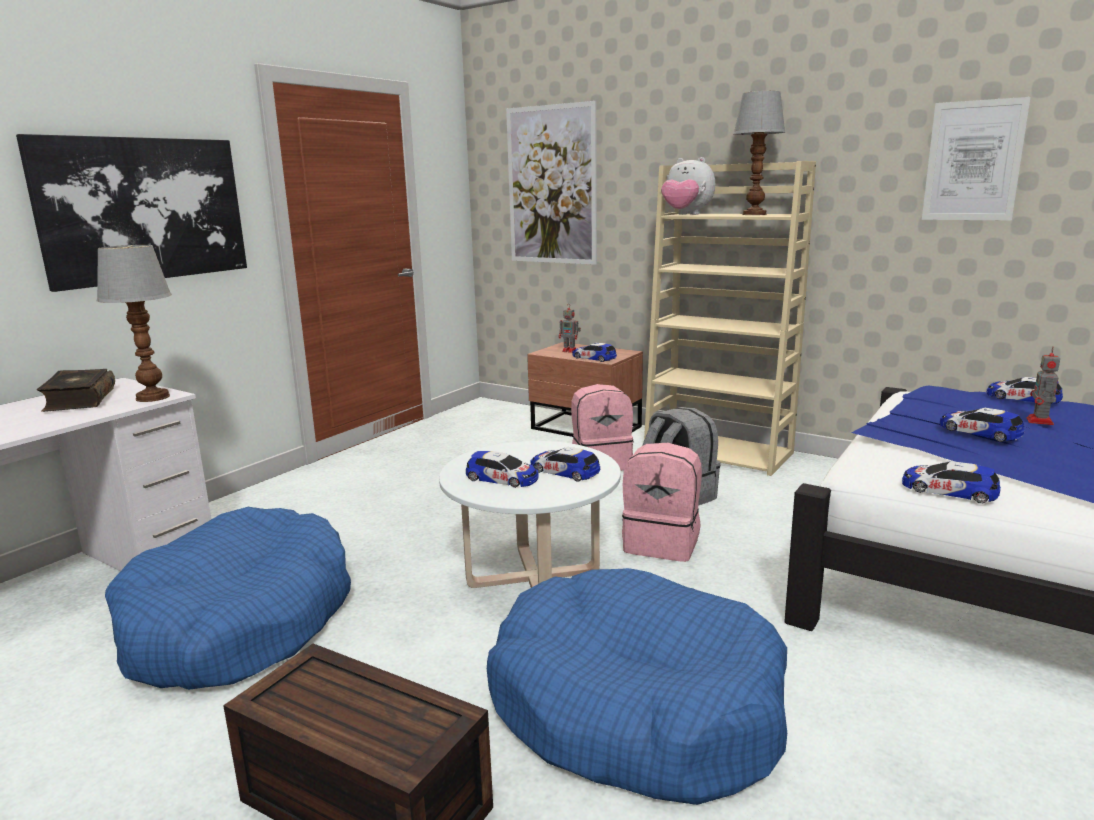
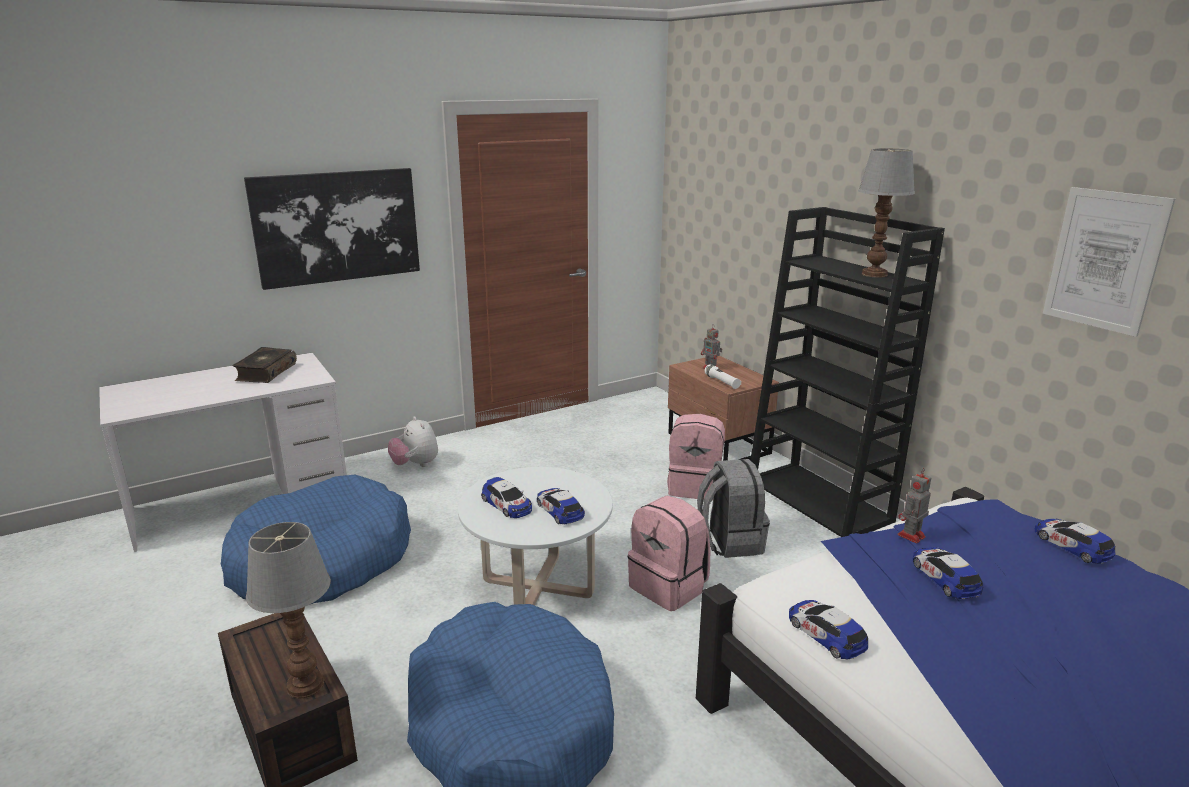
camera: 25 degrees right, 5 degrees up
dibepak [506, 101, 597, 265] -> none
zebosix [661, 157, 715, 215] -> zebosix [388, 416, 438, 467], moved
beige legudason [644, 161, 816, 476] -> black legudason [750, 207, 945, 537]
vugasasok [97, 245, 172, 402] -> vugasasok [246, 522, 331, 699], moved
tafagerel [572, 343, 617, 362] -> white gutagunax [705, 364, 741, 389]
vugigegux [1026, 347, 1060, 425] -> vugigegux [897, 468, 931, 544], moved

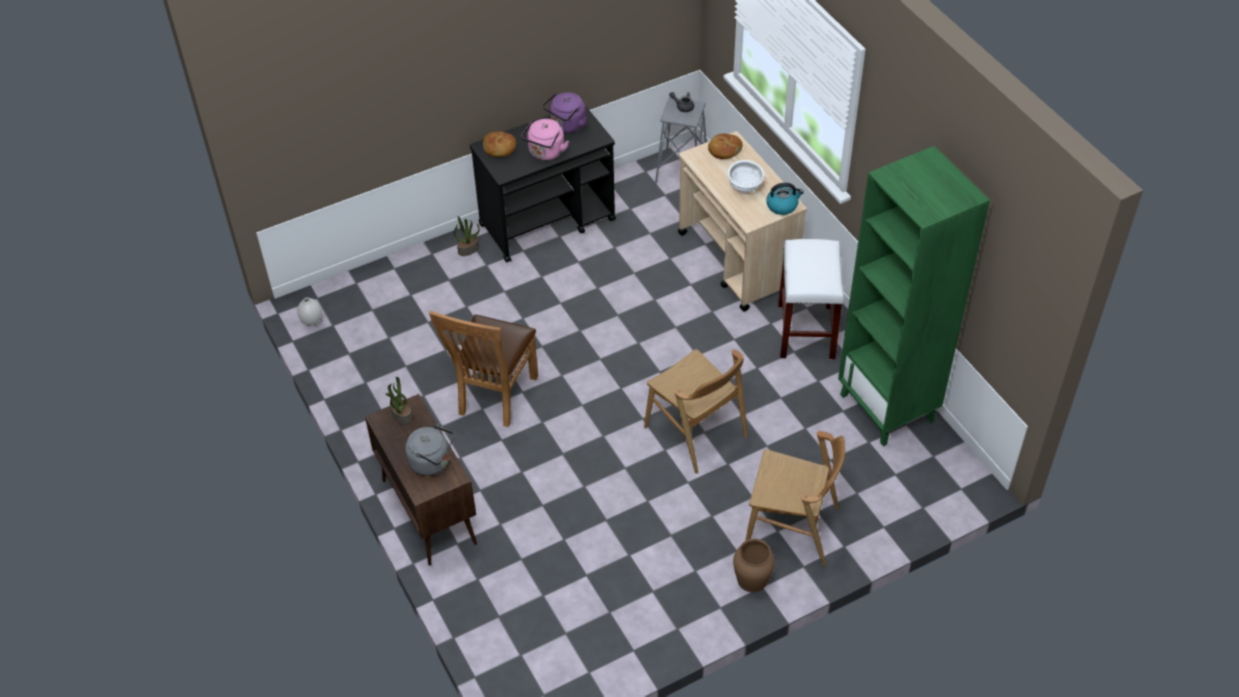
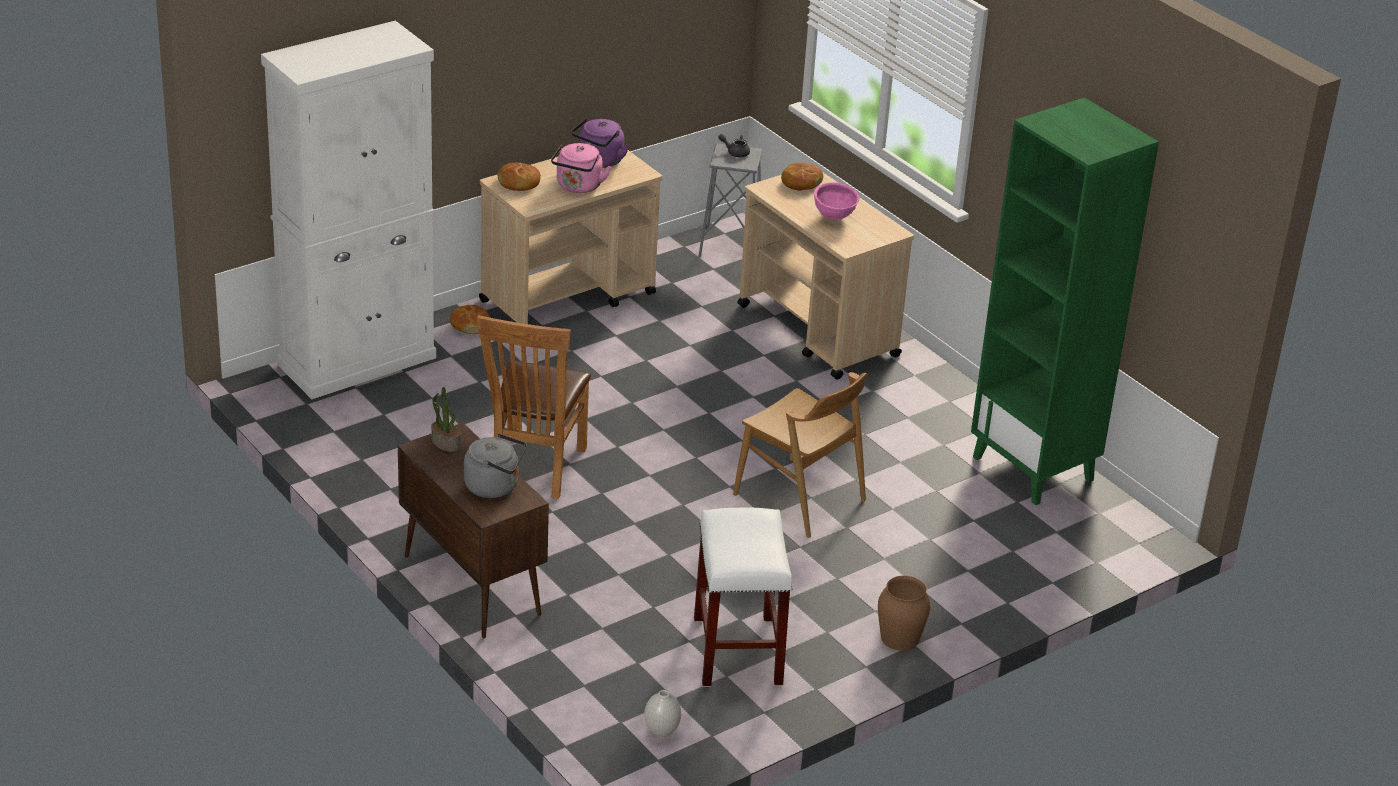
camera: 10 degrees left, 15 degrees down
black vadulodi [470, 105, 616, 263] -> beige vadulodi [479, 150, 662, 324]
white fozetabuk [728, 160, 765, 193] -> pink fozetabuk [814, 182, 859, 220]
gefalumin [766, 183, 804, 215] -> none
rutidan [454, 216, 480, 256] -> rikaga [450, 305, 491, 334]
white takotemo [778, 239, 844, 360] -> white takotemo [694, 508, 792, 687], moved
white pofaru [297, 297, 322, 326] -> white pofaru [644, 690, 681, 737], moved
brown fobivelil [745, 431, 845, 567] -> none
none -> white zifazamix [261, 21, 436, 399]

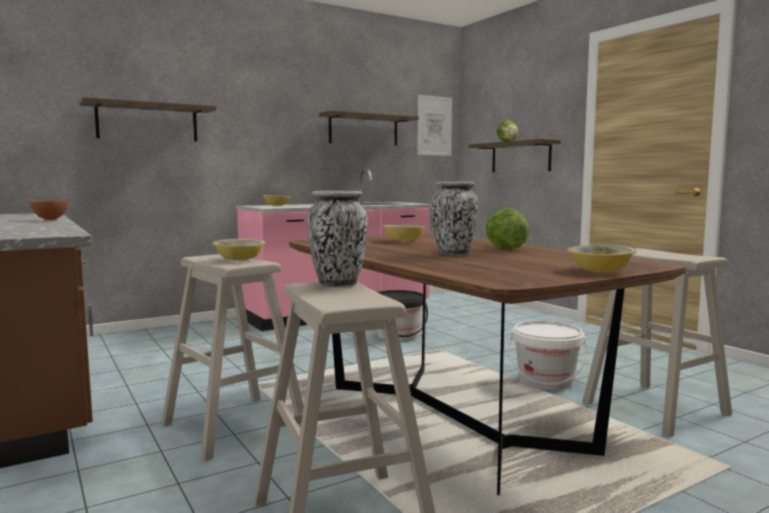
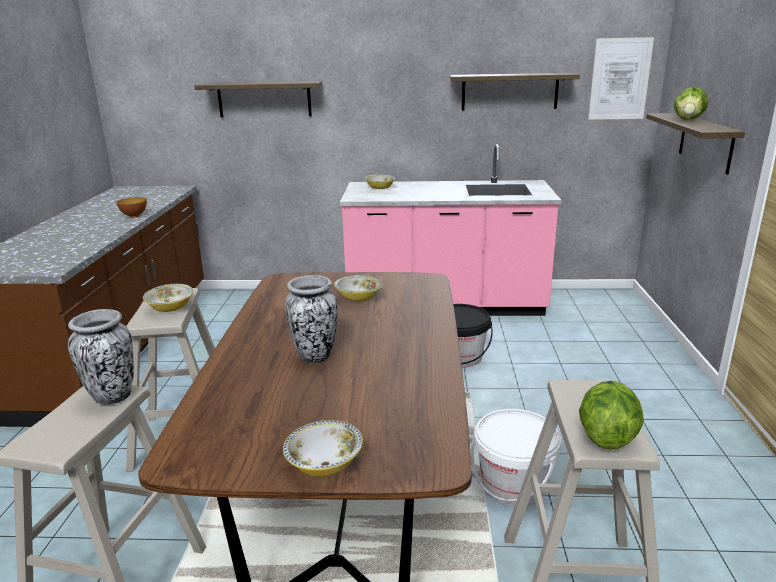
camera: 35 degrees right, 15 degrees up
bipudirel [485, 208, 530, 250] -> bipudirel [579, 380, 644, 450], moved

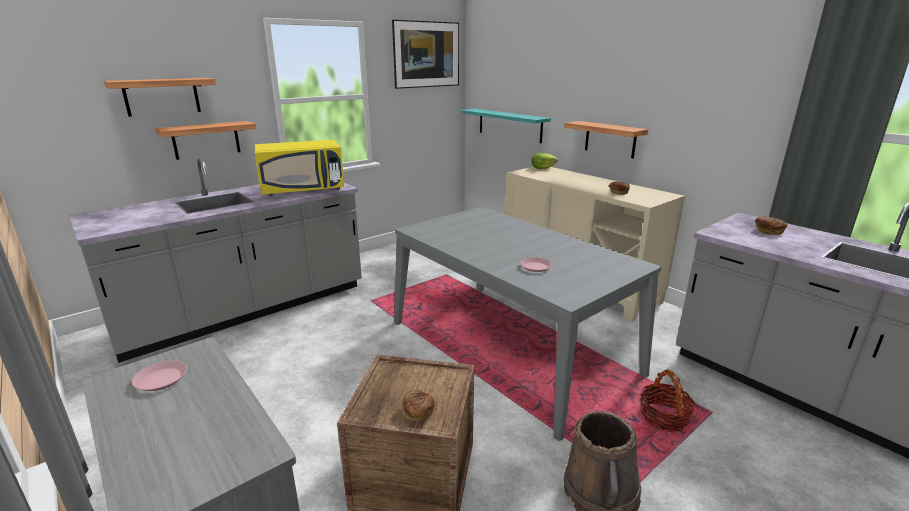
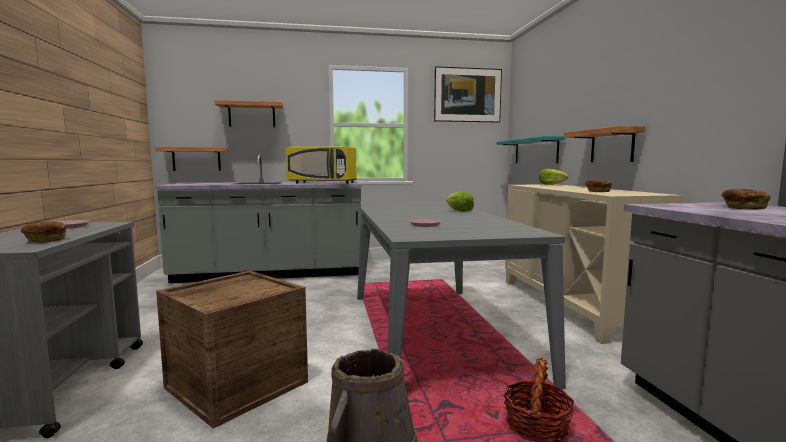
camera: 30 degrees right, 15 degrees down
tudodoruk [156, 121, 256, 160] -> tudodoruk [155, 147, 229, 171], moved
rikaga [403, 390, 434, 422] -> rikaga [21, 221, 66, 243], moved
none -> bipudirel [447, 192, 474, 212]

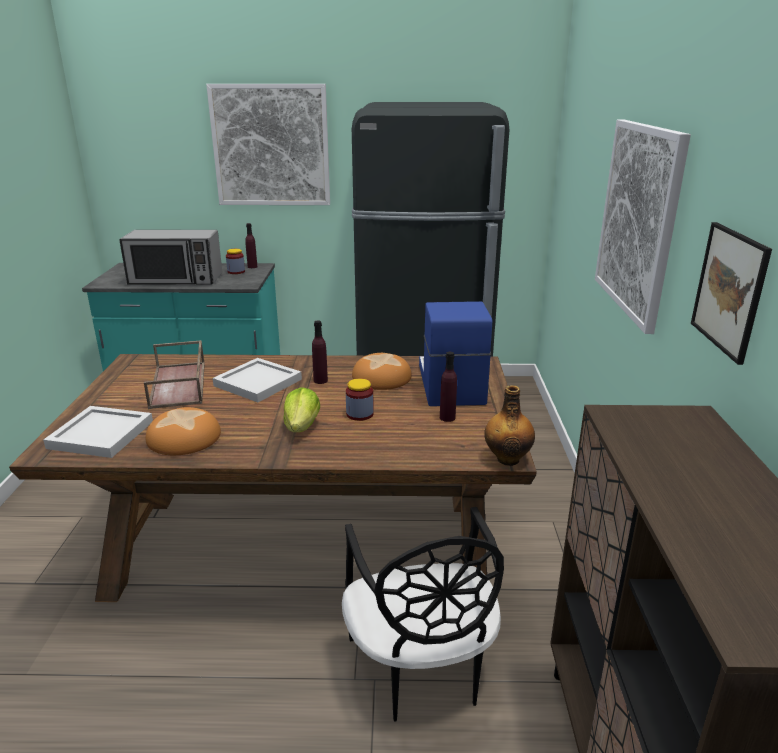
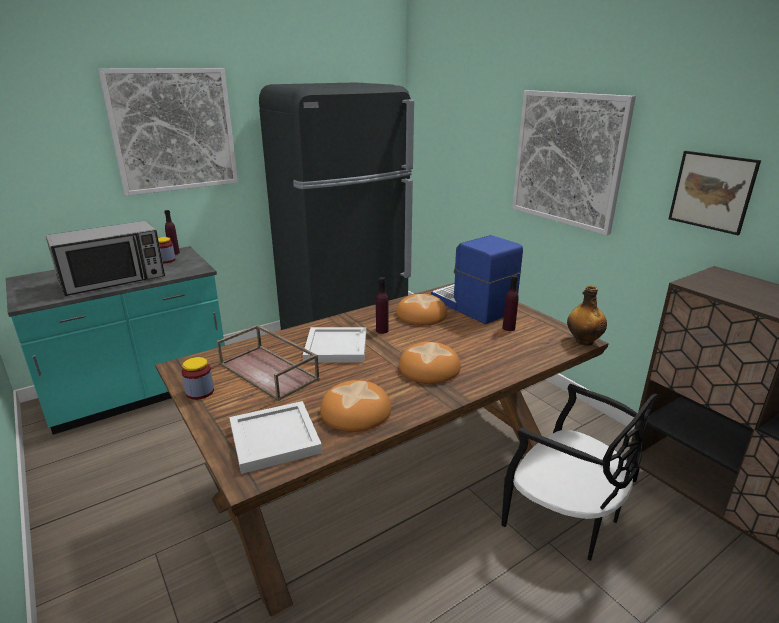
camera: 35 degrees left, 0 degrees up
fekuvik [346, 379, 374, 421] -> fekuvik [182, 357, 214, 400], moved
bipudirel [283, 387, 320, 432] -> rikaga [399, 342, 461, 384]

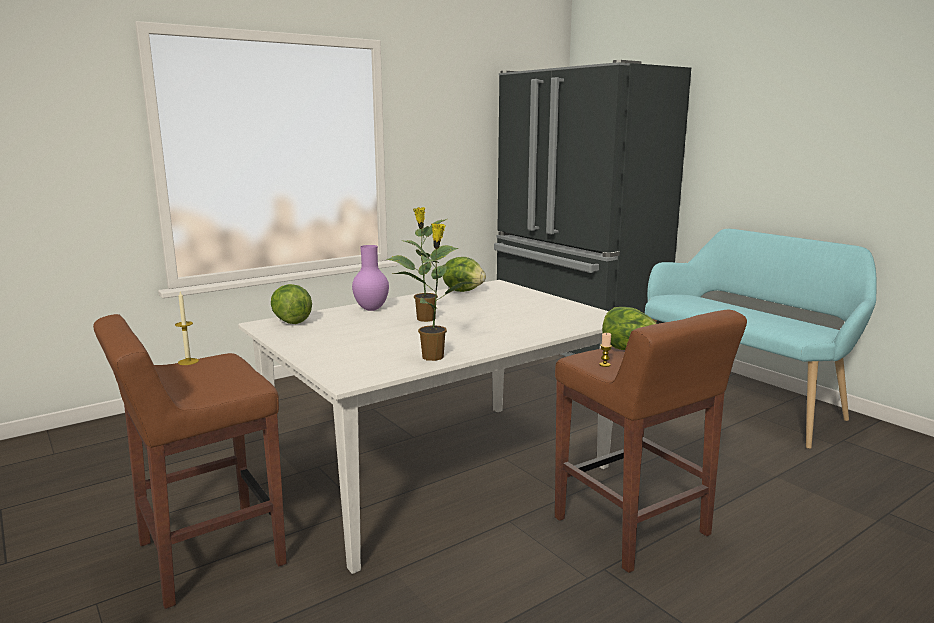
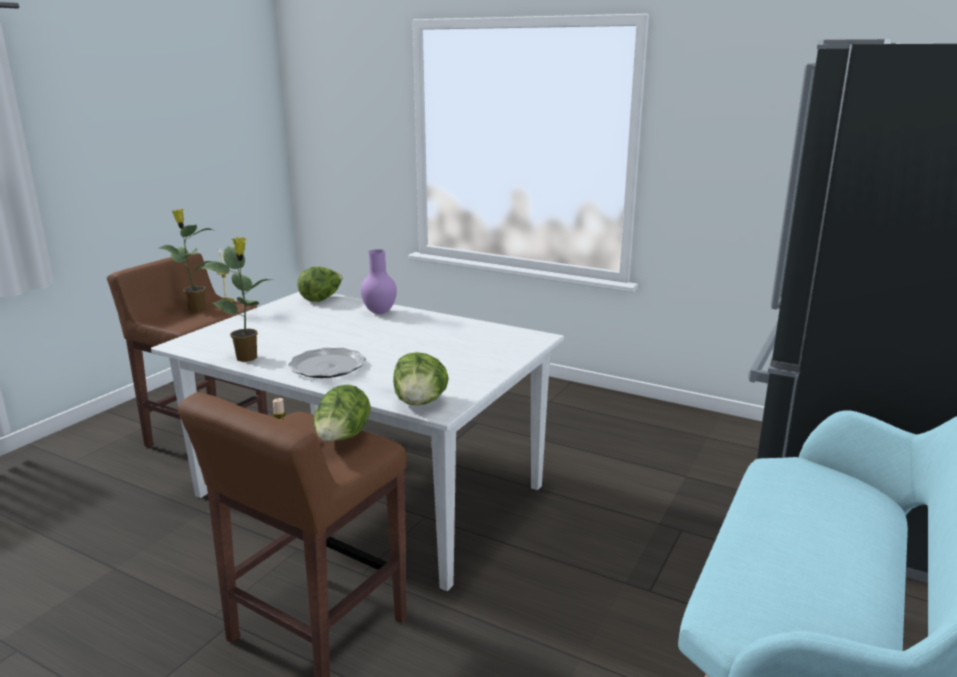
camera: 65 degrees right, 5 degrees up
rutidan [387, 207, 458, 322] -> rutidan [159, 209, 214, 312], moved
bipudirel [443, 257, 486, 292] -> bipudirel [393, 352, 449, 405], moved
none -> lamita [288, 348, 366, 378]

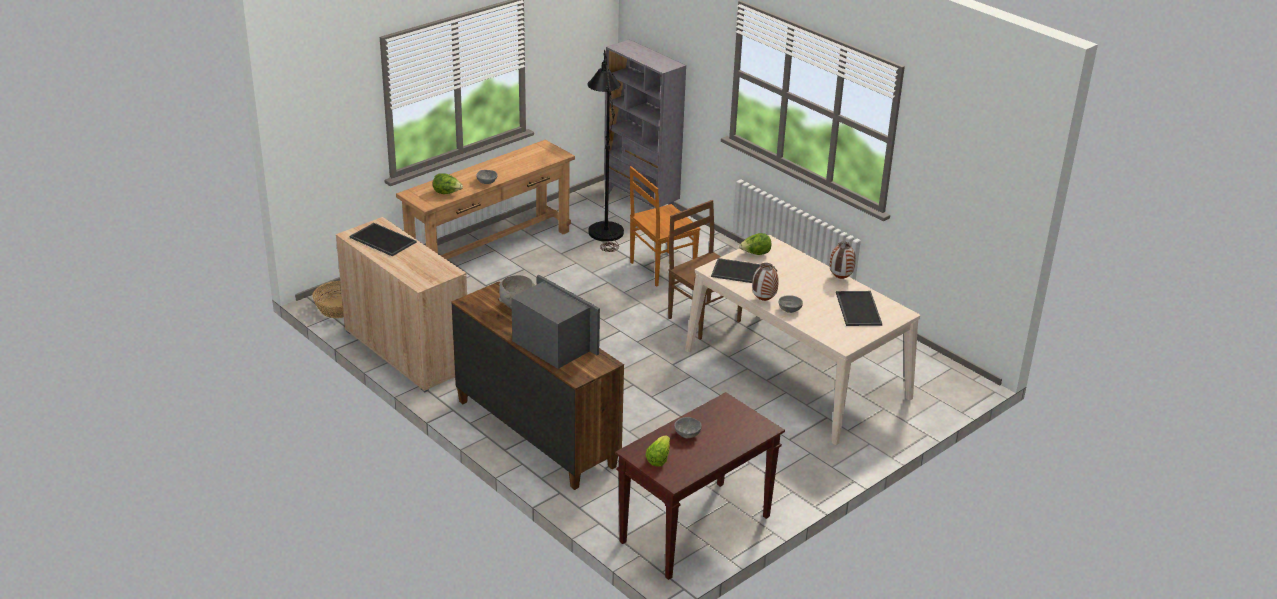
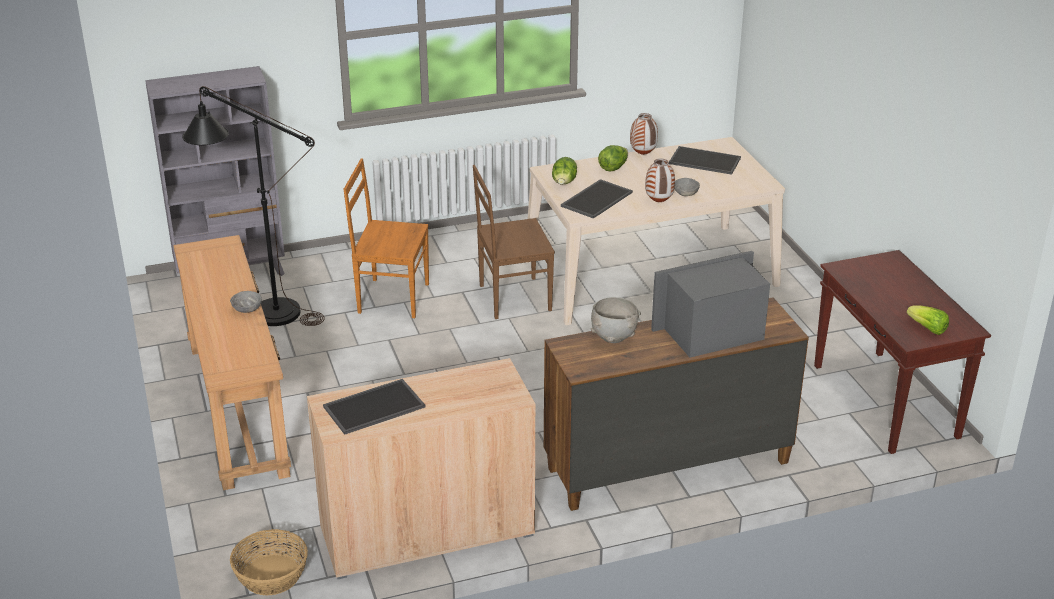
camera: 65 degrees left, 0 degrees up
brown fobivelil [630, 166, 700, 287] -> brown fobivelil [343, 158, 429, 318], 105 degrees clockwise
bipudirel [433, 173, 463, 194] -> bipudirel [598, 145, 628, 171], moved
grey fozetabuk [674, 417, 702, 438] -> none

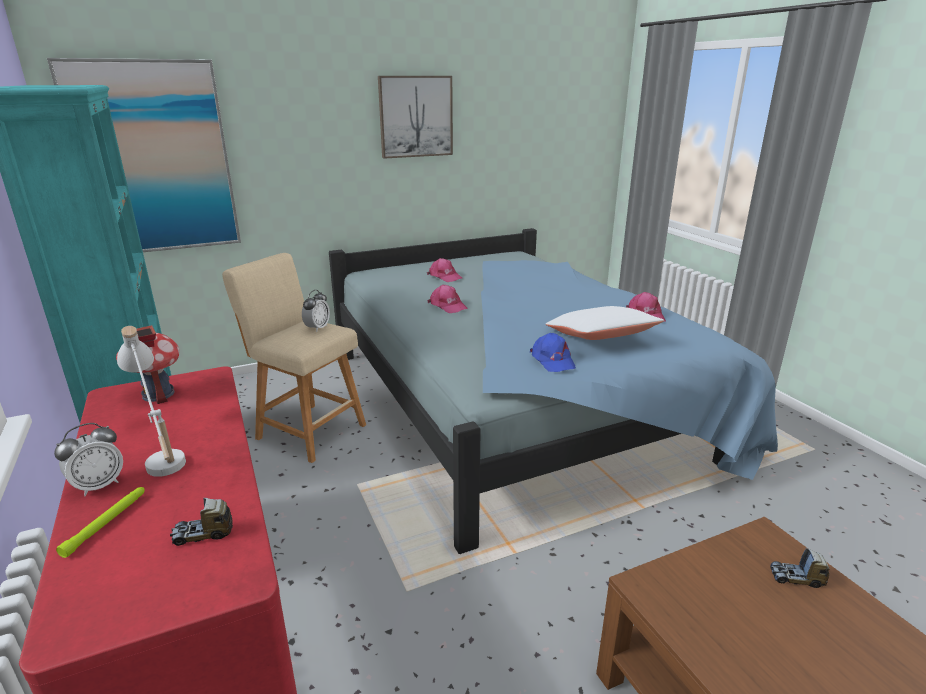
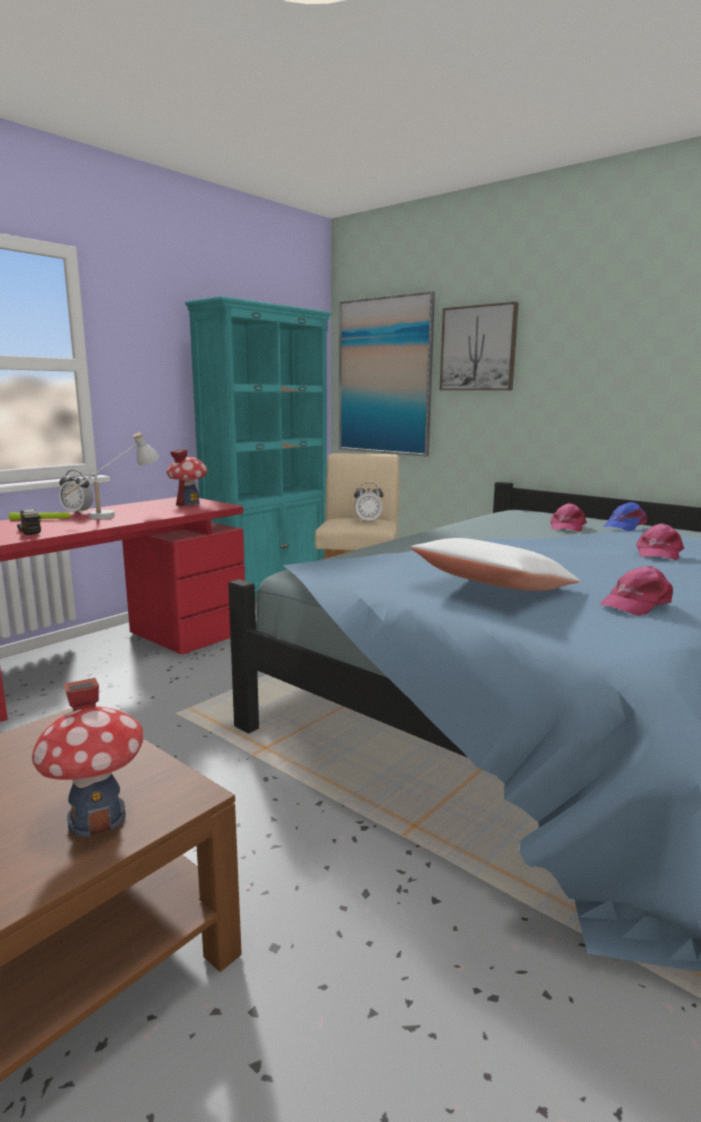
camera: 65 degrees right, 10 degrees down
dibepak [378, 76, 453, 159] -> dibepak [440, 302, 519, 390], moved
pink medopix [427, 285, 468, 313] -> pink medopix [636, 523, 684, 560], moved
blue medopix [530, 333, 576, 372] -> blue medopix [603, 502, 647, 531], moved
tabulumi [770, 548, 830, 588] -> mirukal [32, 678, 144, 837]

